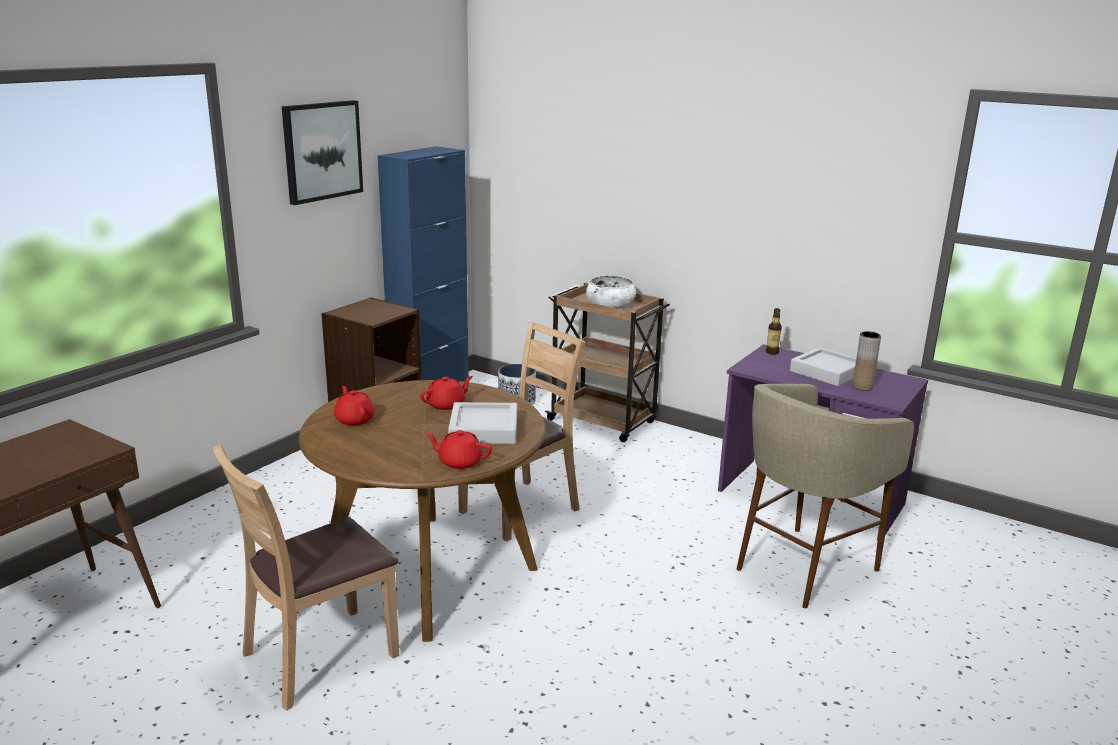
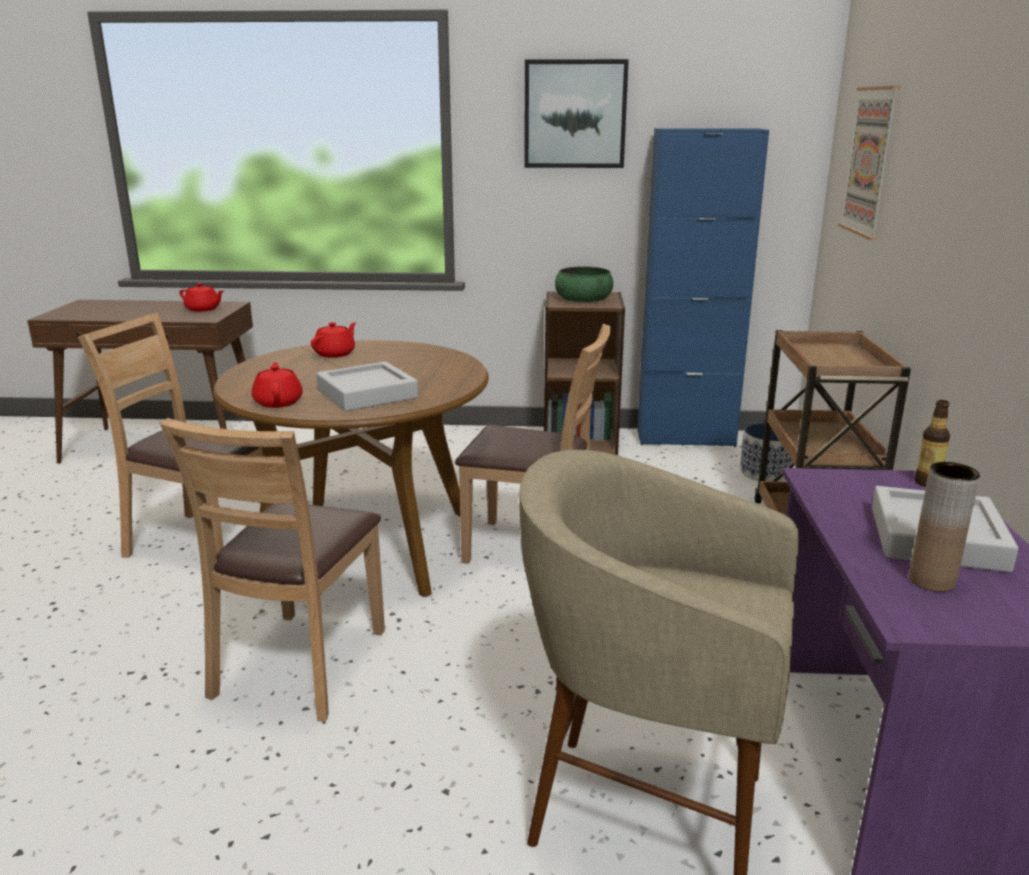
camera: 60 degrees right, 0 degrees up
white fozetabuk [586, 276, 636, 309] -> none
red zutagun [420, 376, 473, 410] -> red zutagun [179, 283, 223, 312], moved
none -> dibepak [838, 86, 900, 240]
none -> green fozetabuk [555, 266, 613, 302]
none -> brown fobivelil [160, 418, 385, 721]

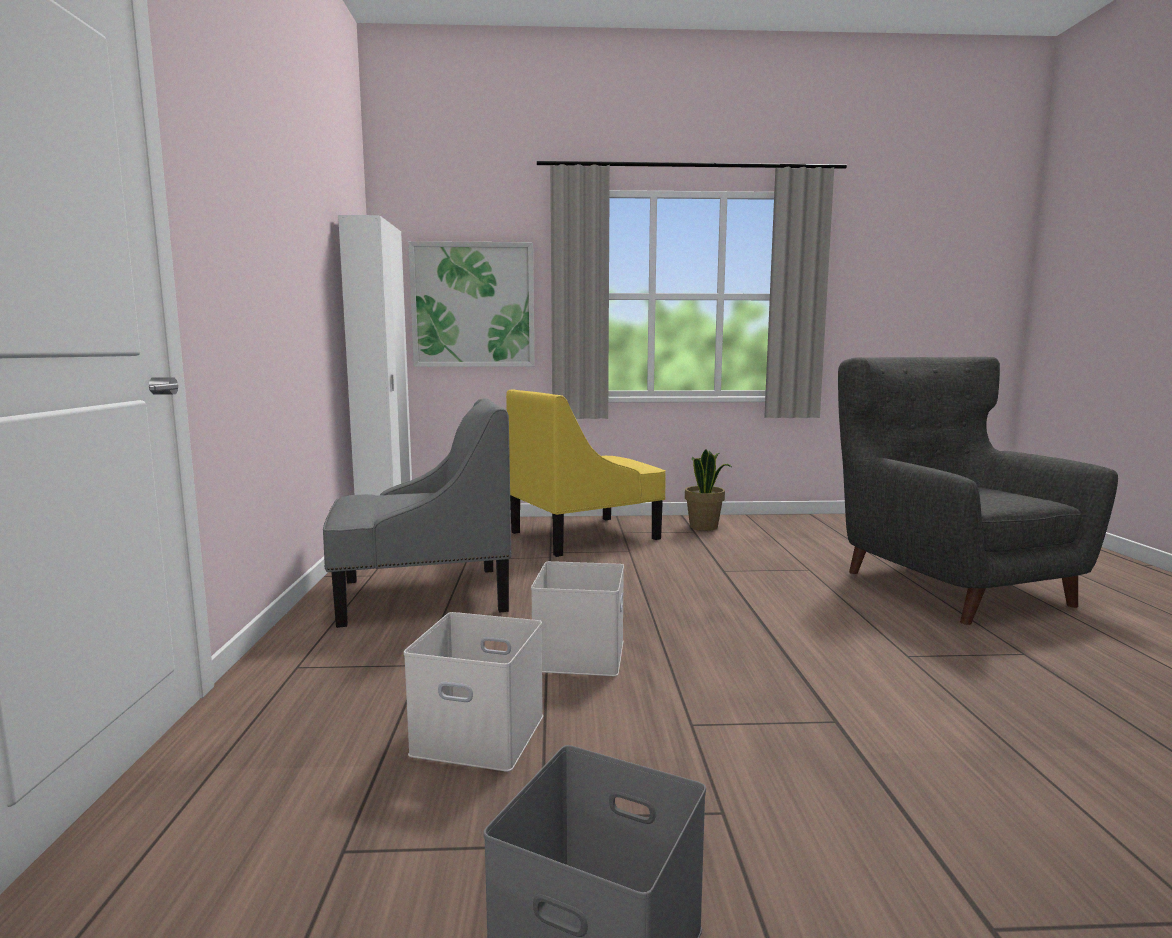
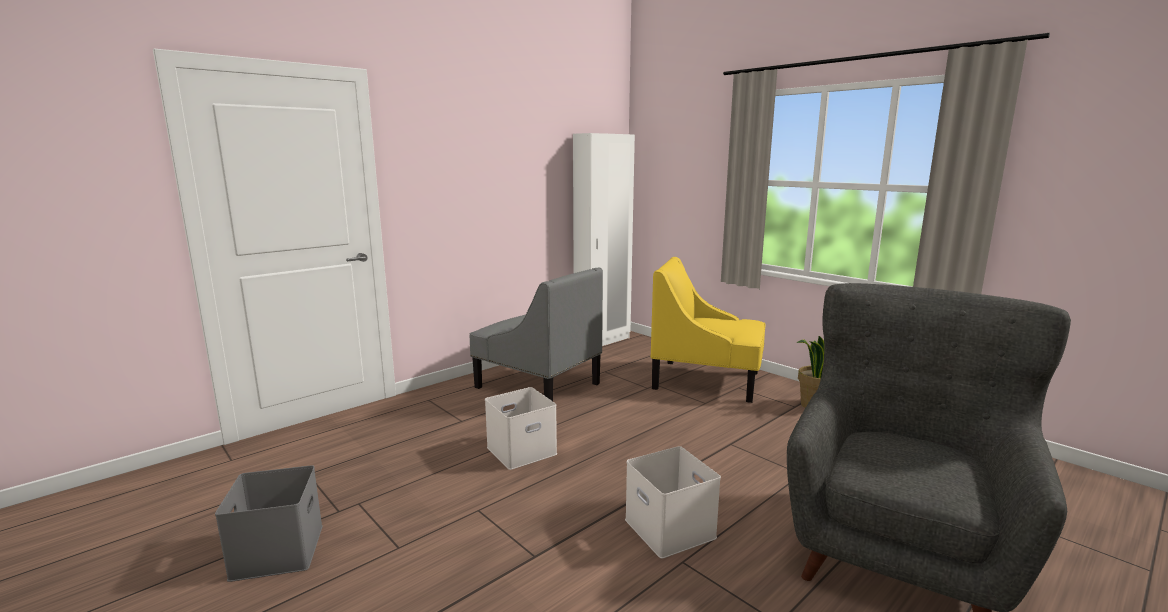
camera: 50 degrees right, 5 degrees up
dibepak [408, 241, 535, 367] -> none
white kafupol [404, 612, 543, 772] -> white kafupol [625, 446, 721, 559], moved

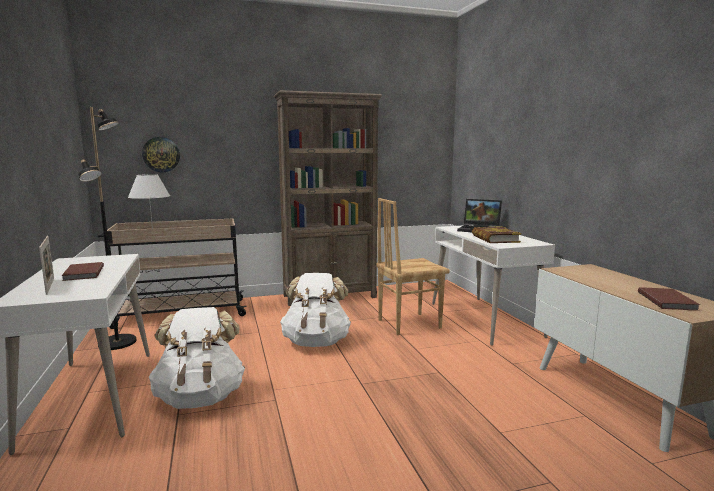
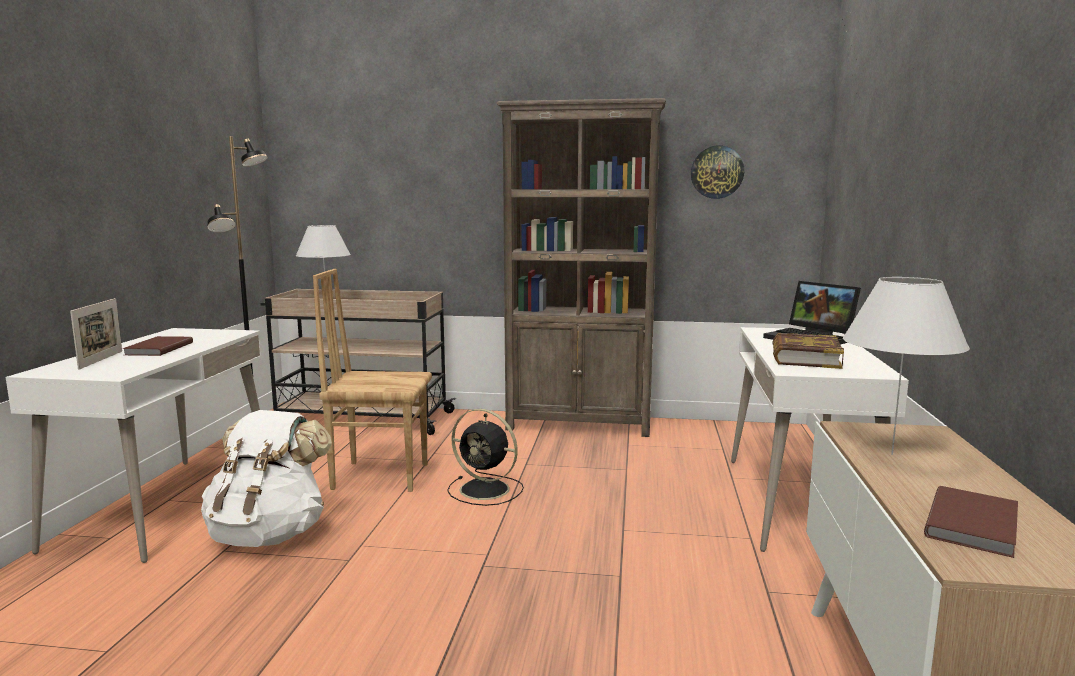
camera: 25 degrees right, 0 degrees up
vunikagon [142, 137, 180, 172] -> vunikagon [691, 145, 744, 199], moved
brown fobivelil [376, 198, 450, 335] -> brown fobivelil [313, 269, 432, 492], moved
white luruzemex [280, 273, 351, 347] -> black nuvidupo [447, 409, 524, 506]
none -> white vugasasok [843, 277, 970, 455]

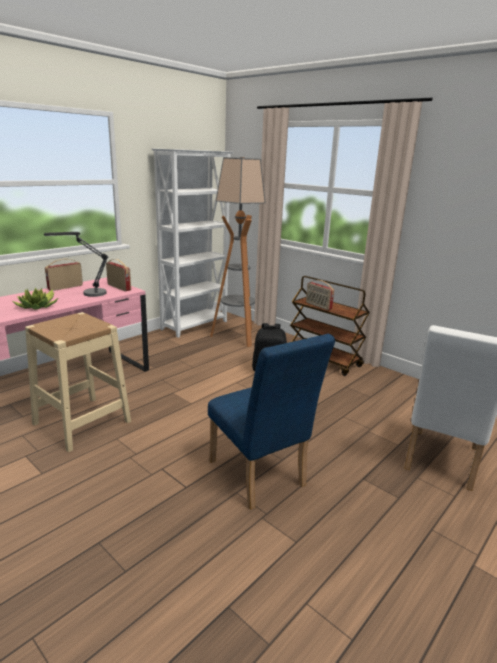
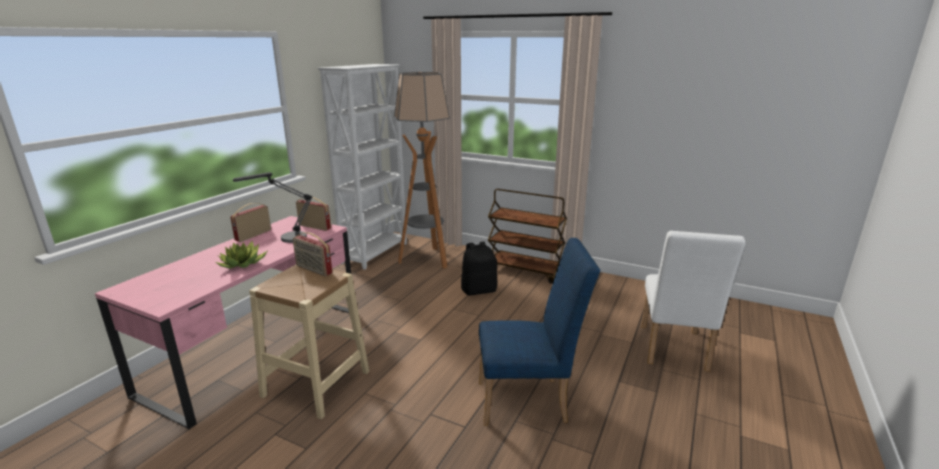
camera: 15 degrees left, 0 degrees up
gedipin [306, 280, 334, 310] -> gedipin [293, 232, 332, 276], moved
blue fobivelil [208, 334, 335, 510] -> blue fobivelil [479, 238, 600, 426], 45 degrees counterclockwise

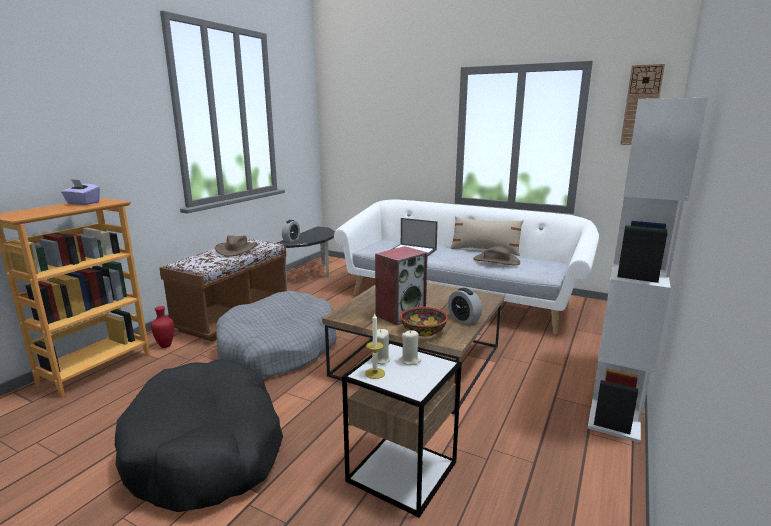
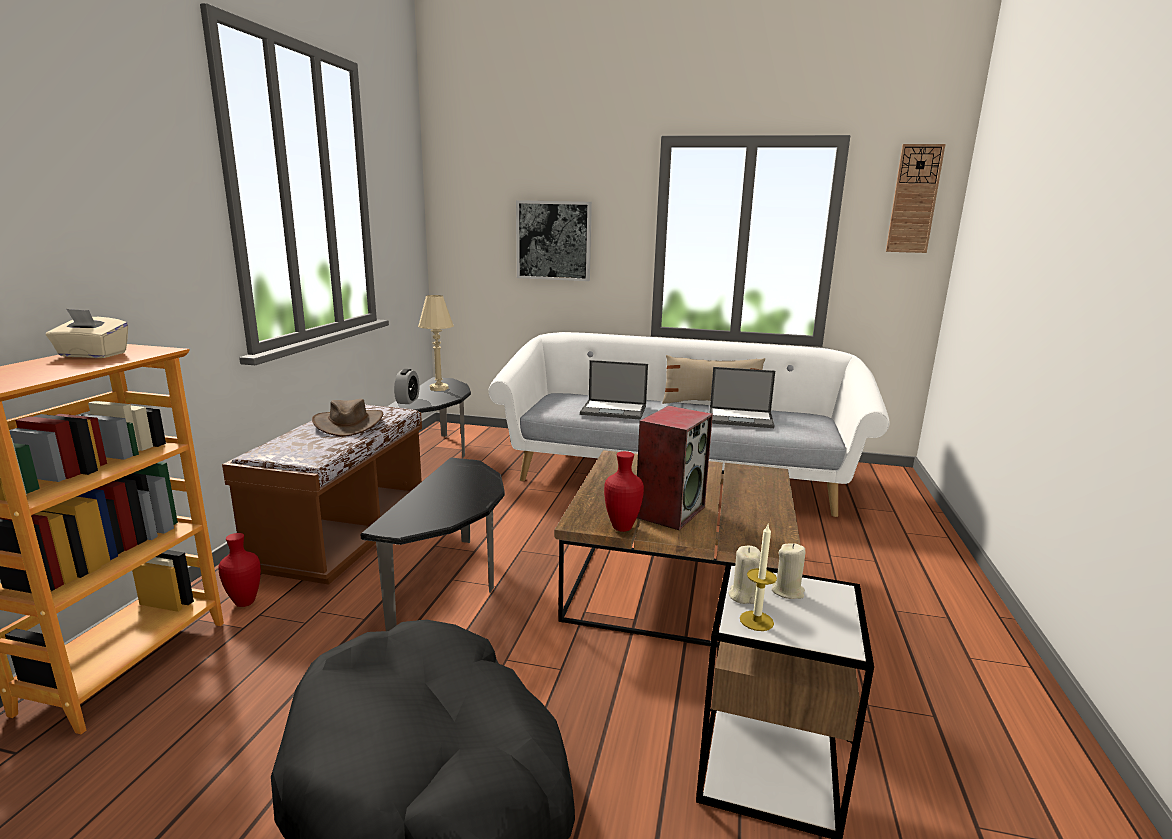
camera: 15 degrees left, 0 degrees up
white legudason [588, 98, 708, 443] -> none
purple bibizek [61, 179, 100, 205] -> beige bibizek [46, 309, 128, 358]
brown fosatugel [473, 246, 520, 265] -> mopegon [710, 367, 775, 428]
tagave [448, 288, 482, 325] -> none
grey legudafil [216, 291, 337, 378] -> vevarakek [360, 457, 505, 631]
fozetabuk [401, 307, 448, 336] -> none
none -> dibepak [516, 200, 592, 281]
none -> beige vugasasok [418, 295, 454, 391]
none -> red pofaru [604, 451, 644, 532]

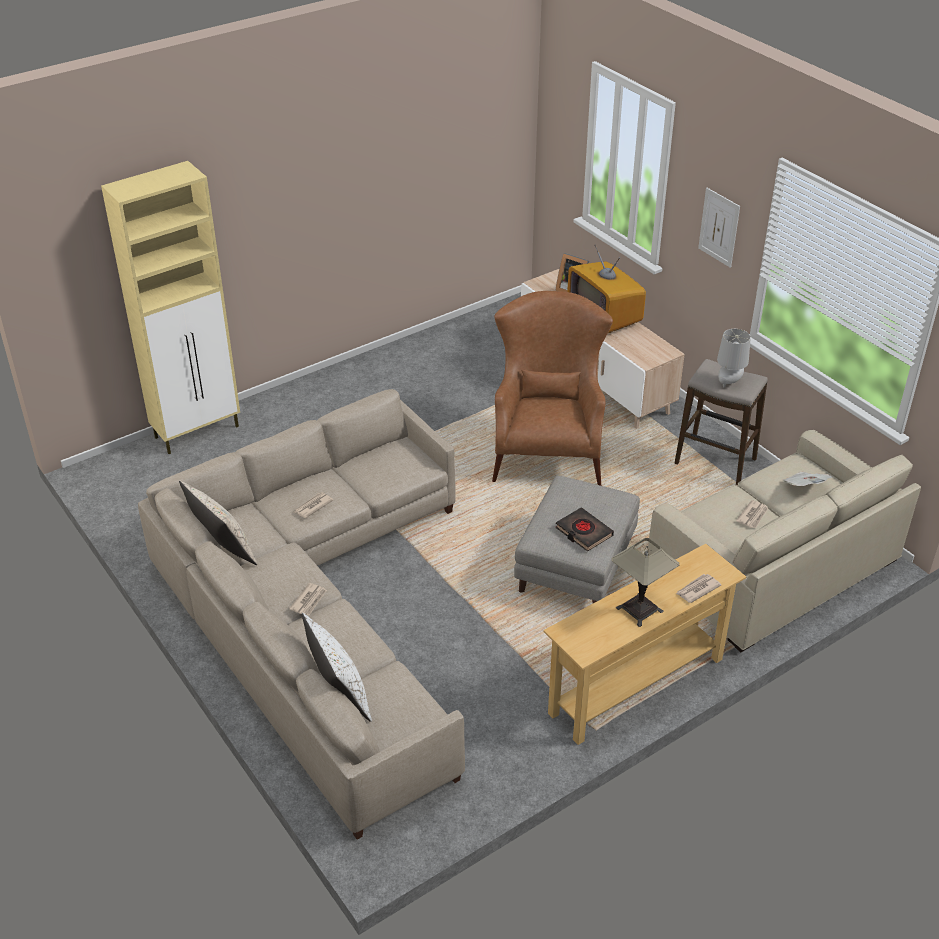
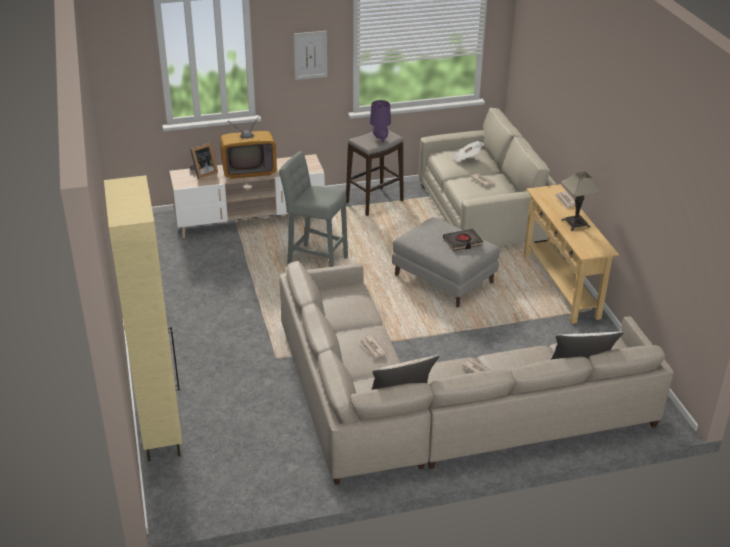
camera: 70 degrees left, 5 degrees down
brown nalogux [492, 291, 613, 486] -> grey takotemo [279, 151, 348, 267]
grey vugasasok [717, 329, 751, 388] -> purple vugasasok [370, 100, 391, 142]

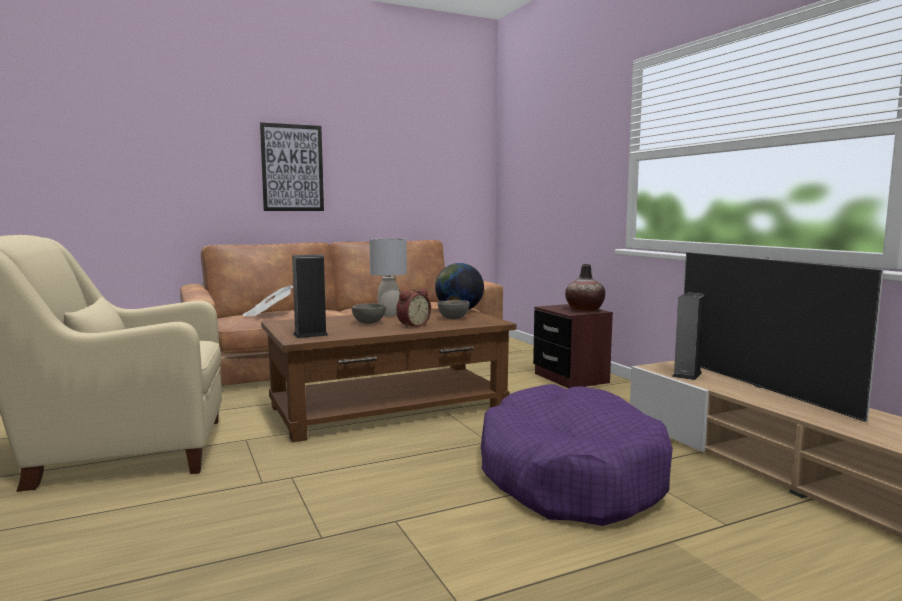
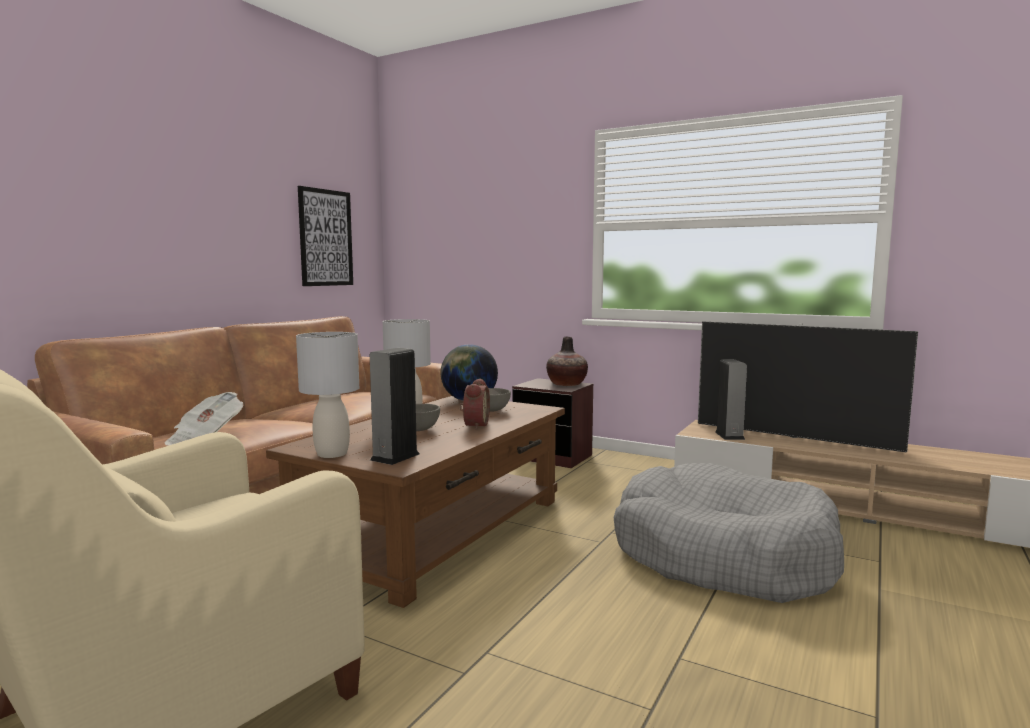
camera: 35 degrees left, 0 degrees up
dibepak [260, 122, 324, 211] -> dibepak [298, 186, 353, 286], moved
purple legudafil [481, 384, 673, 526] -> grey legudafil [614, 463, 844, 603]
none -> grey vugasasok [296, 332, 359, 458]

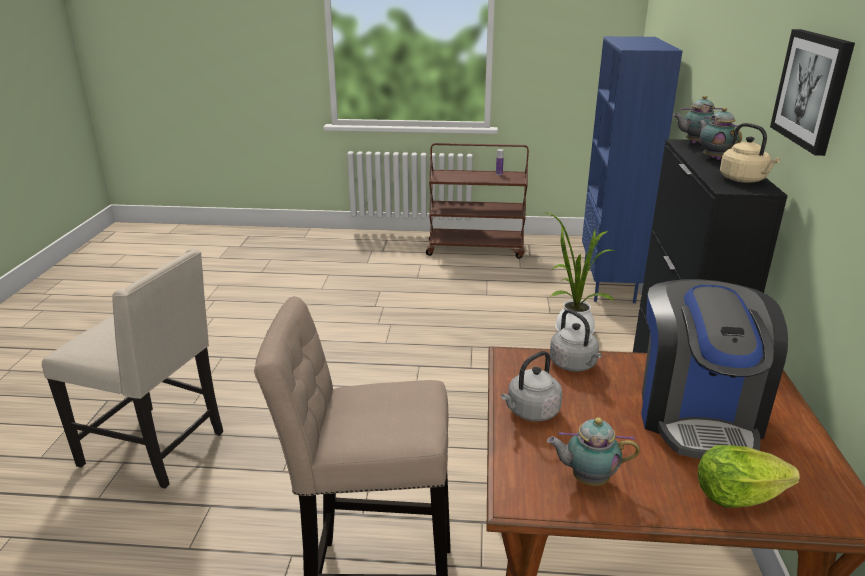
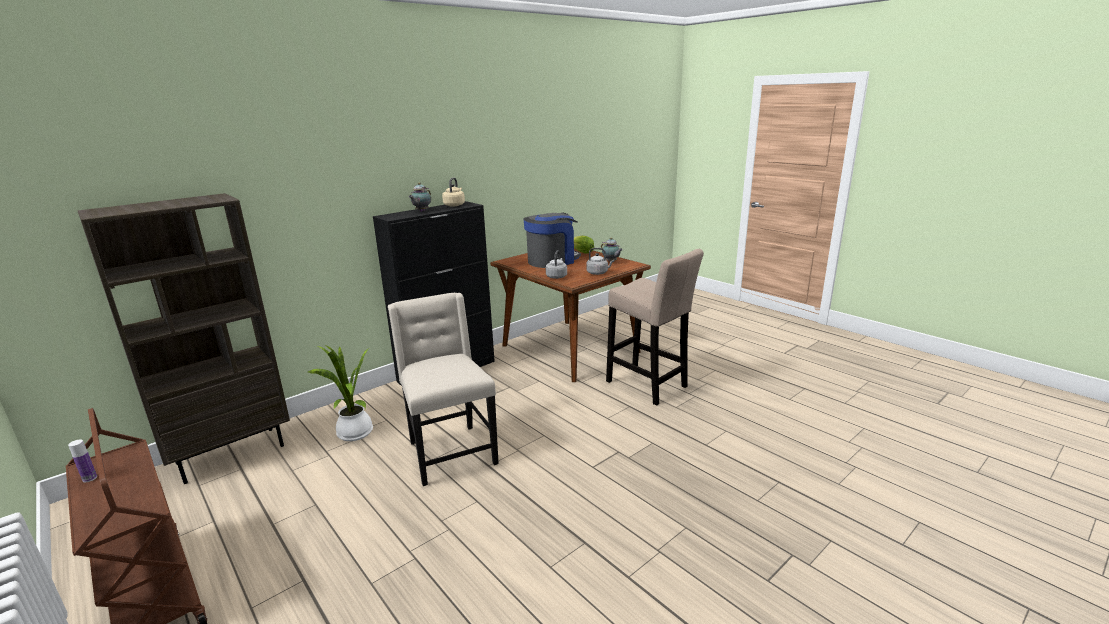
camera: 135 degrees left, 5 degrees down
dibepak [770, 29, 855, 156] -> none
blue legudason [582, 36, 683, 303] -> brown legudason [78, 193, 290, 484]
zutagun [673, 96, 722, 144] -> none
beige fobivelil [42, 249, 223, 488] -> beige fobivelil [388, 293, 499, 486], moved

